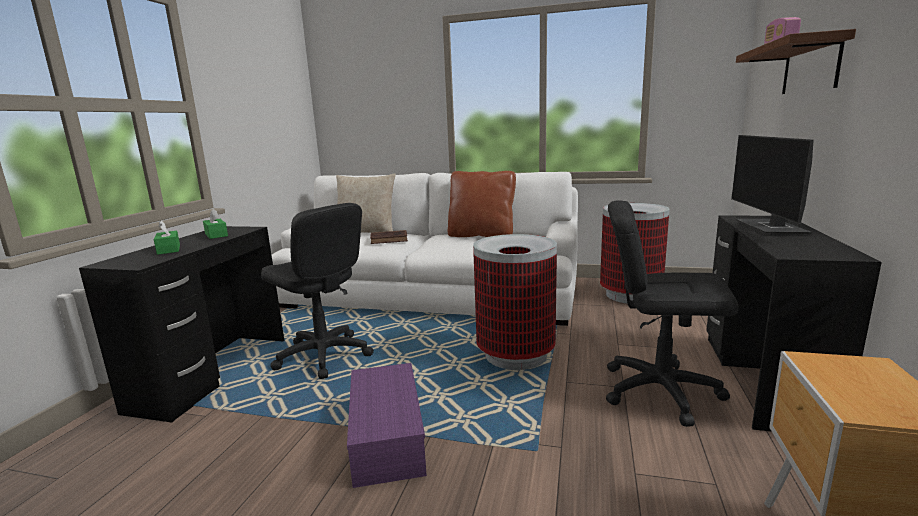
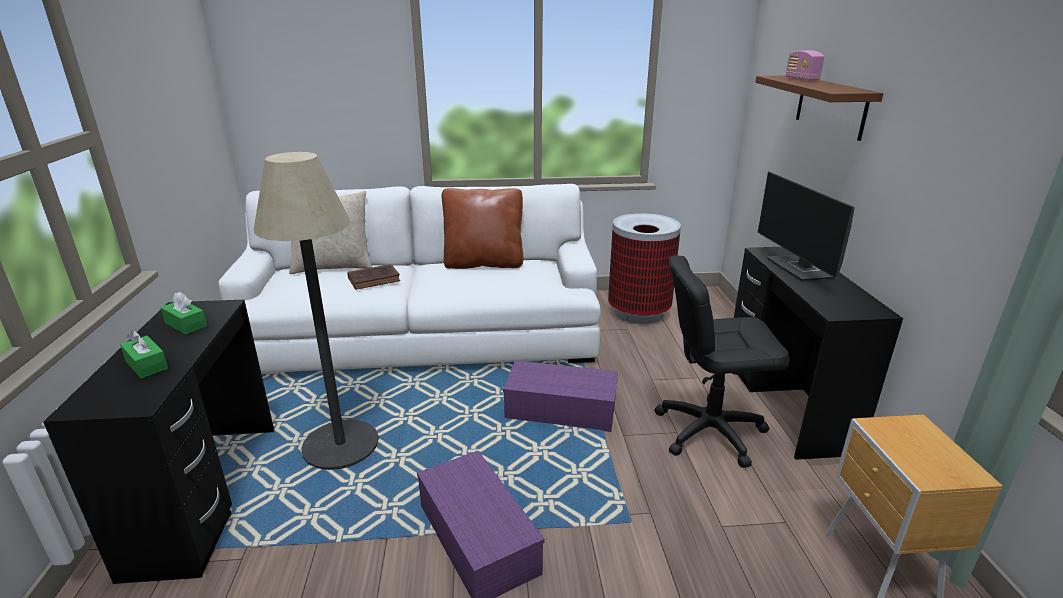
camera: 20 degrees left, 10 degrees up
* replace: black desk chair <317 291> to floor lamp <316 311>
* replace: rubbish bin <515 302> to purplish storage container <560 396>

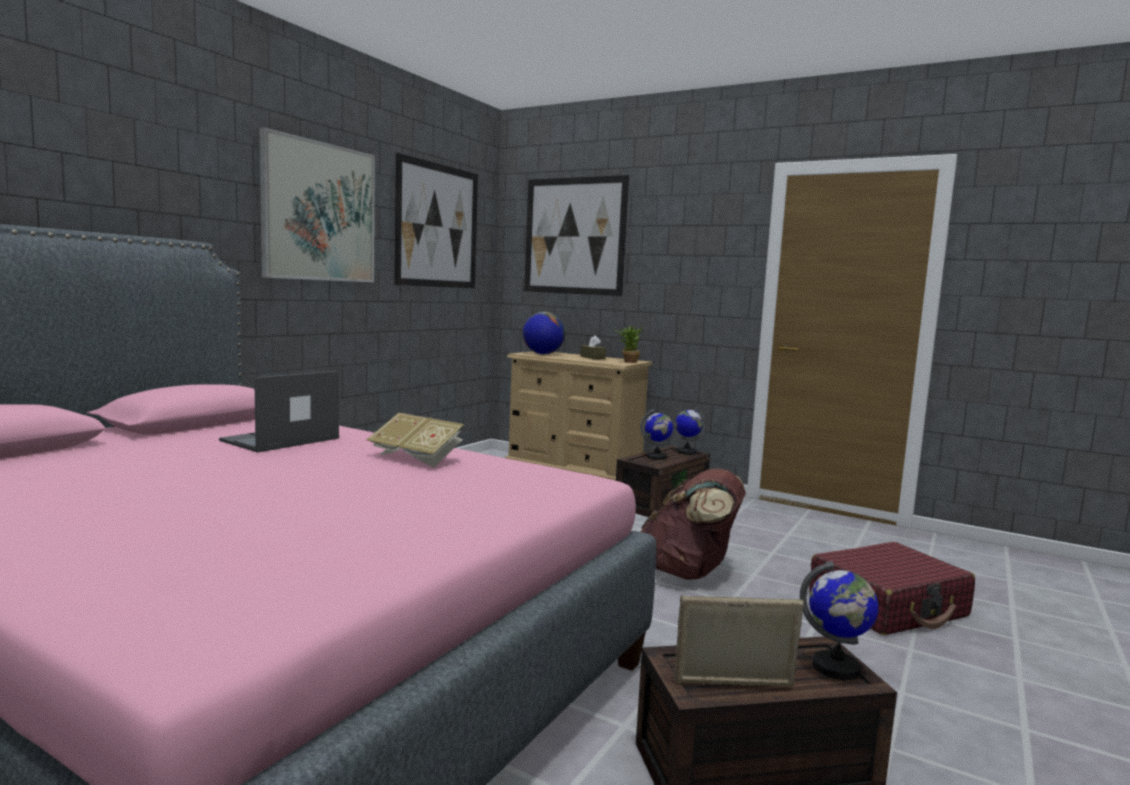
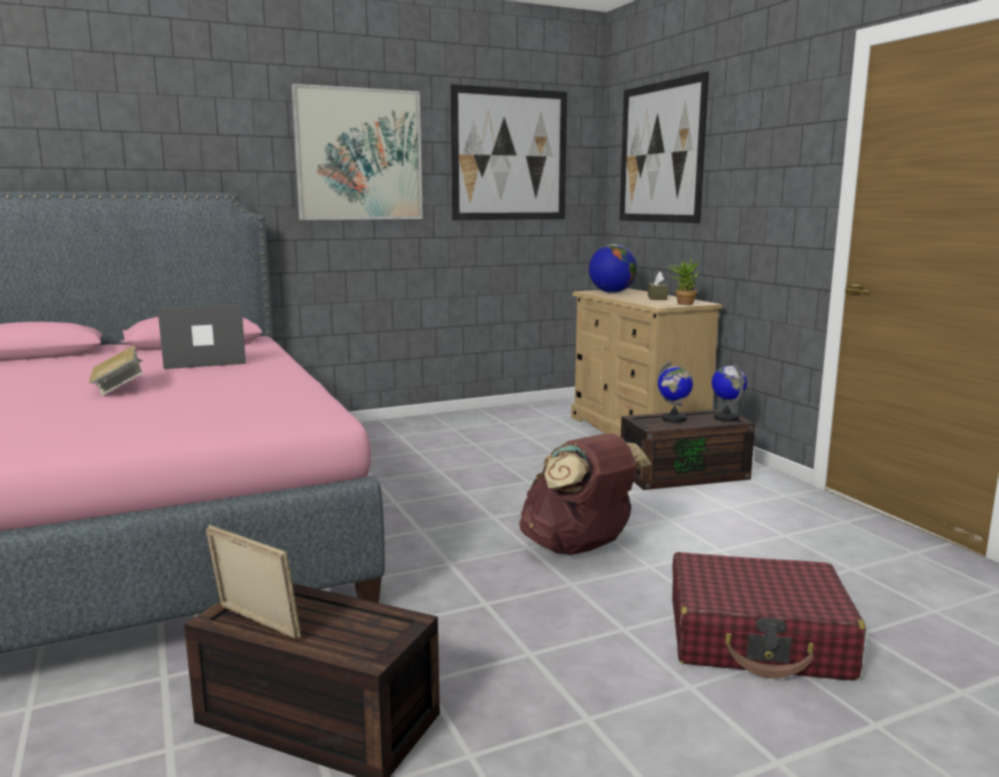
camera: 35 degrees right, 5 degrees up
* delete: desk globe <839 620>
* move: book <415 440> to <116 370>

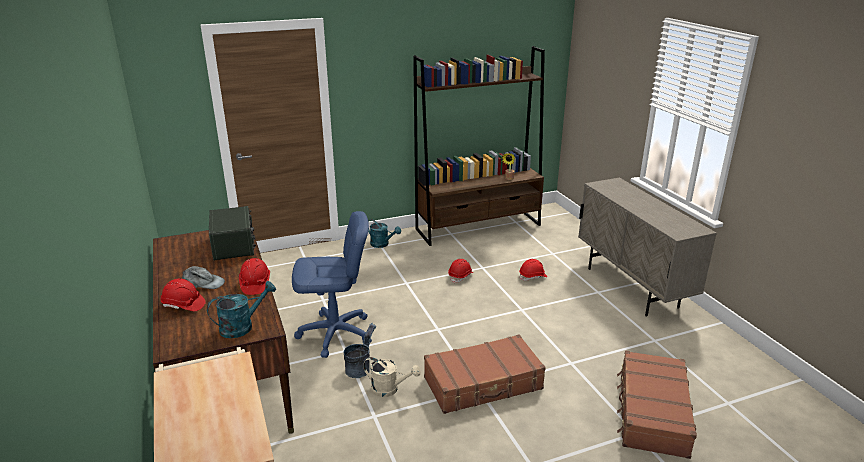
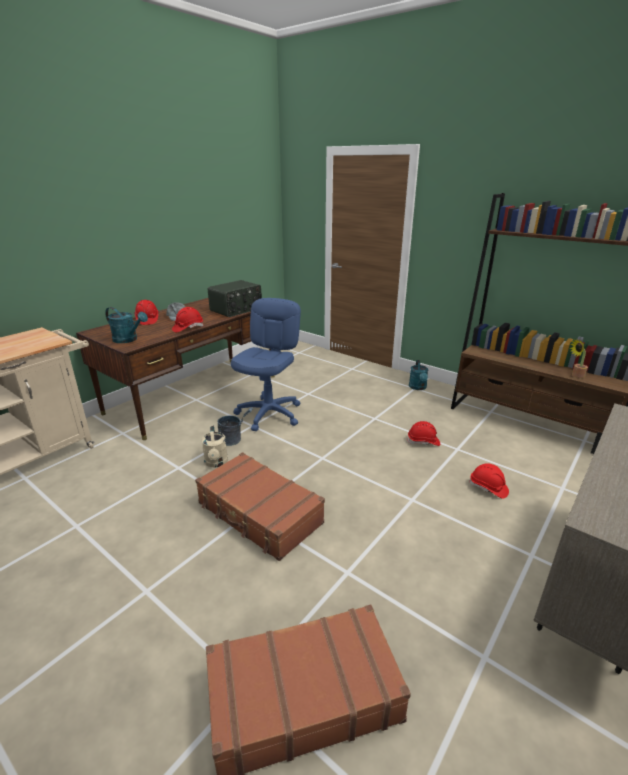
camera: 60 degrees right, 0 degrees up
* rotate: blue desk chair <332 284> = <266 364> 120 degrees counterclockwise

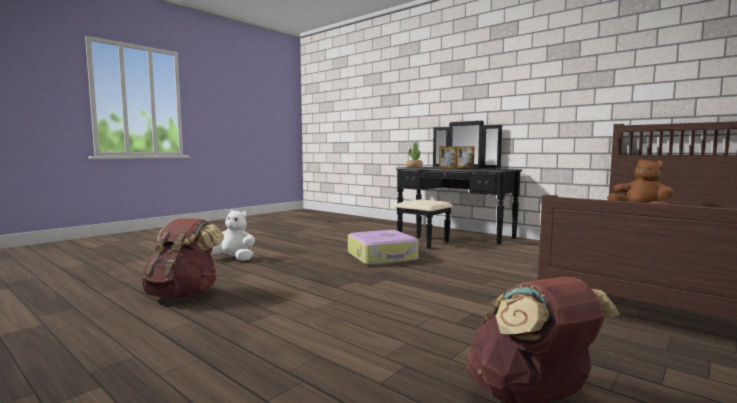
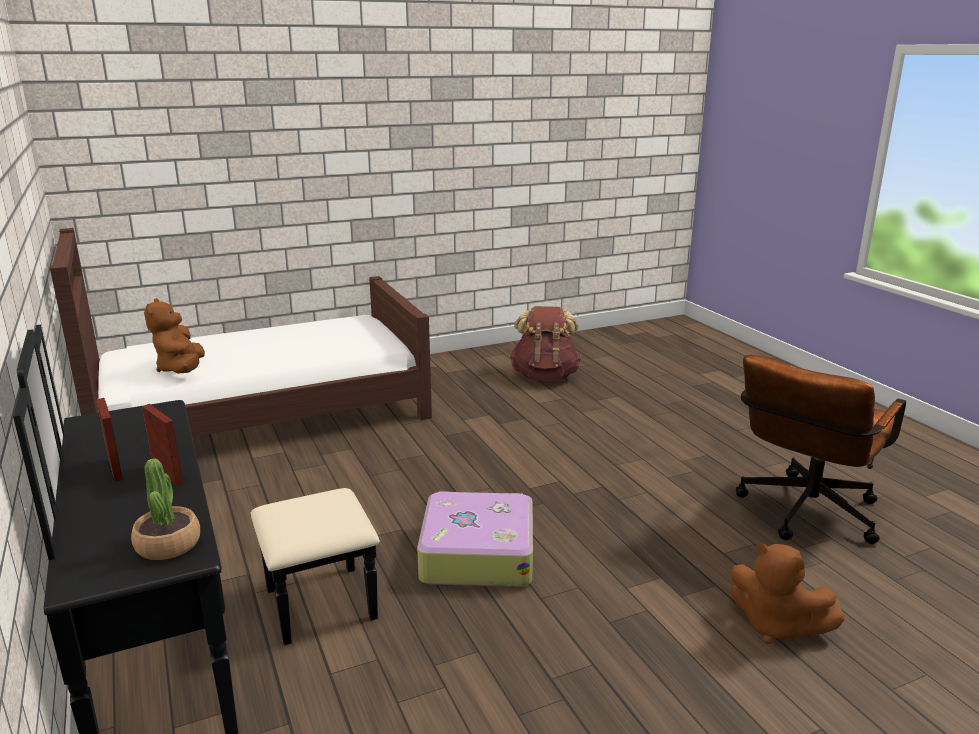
camera: 155 degrees left, 15 degrees up
* replace: brownish backpack <183 258> to brownish desk chair <821 449>
* recolor: white plush toy <232 235> to brownish plush toy <787 593>

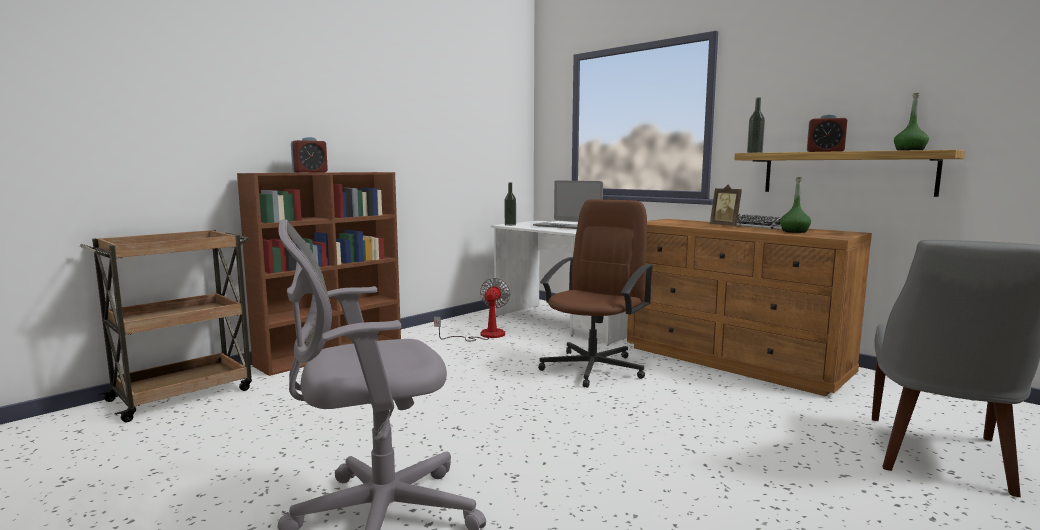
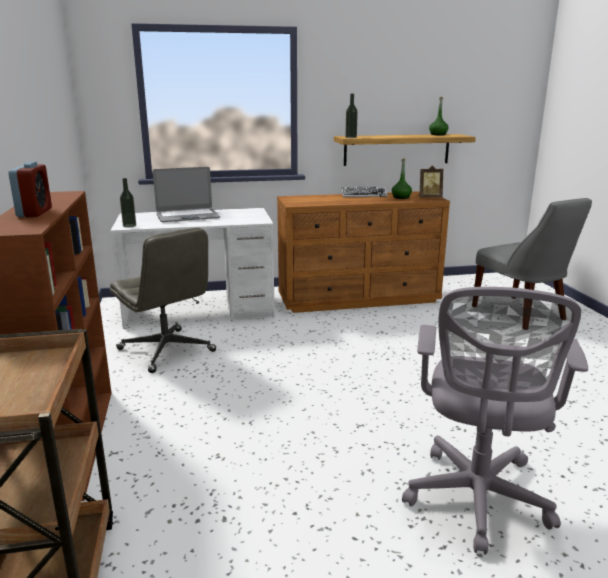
camera: 55 degrees left, 10 degrees up
* delete: brownish desk chair <596 293>
* delete: table clock <827 133>
* move: photo frame <726 206> to <431 182>
* replace: fan <472 309> to grey desk chair <163 300>

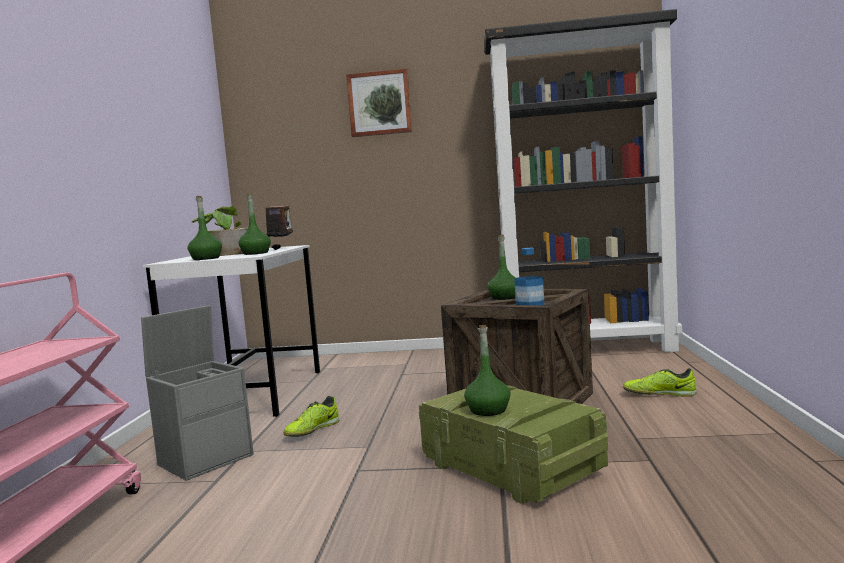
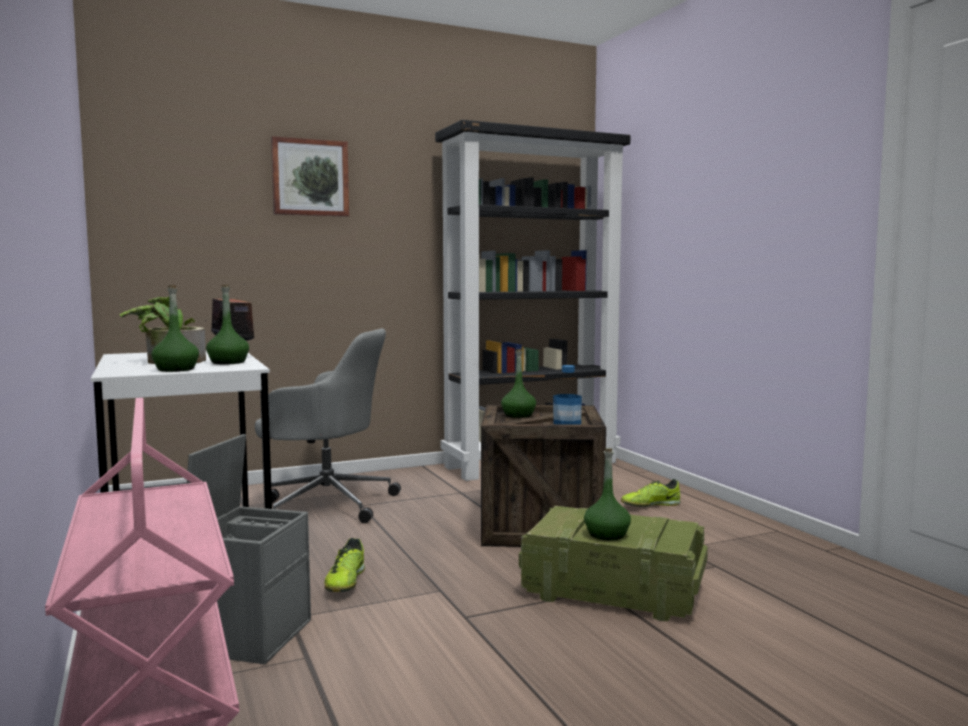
camera: 30 degrees left, 0 degrees up
* insert: grey desk chair <328 425>

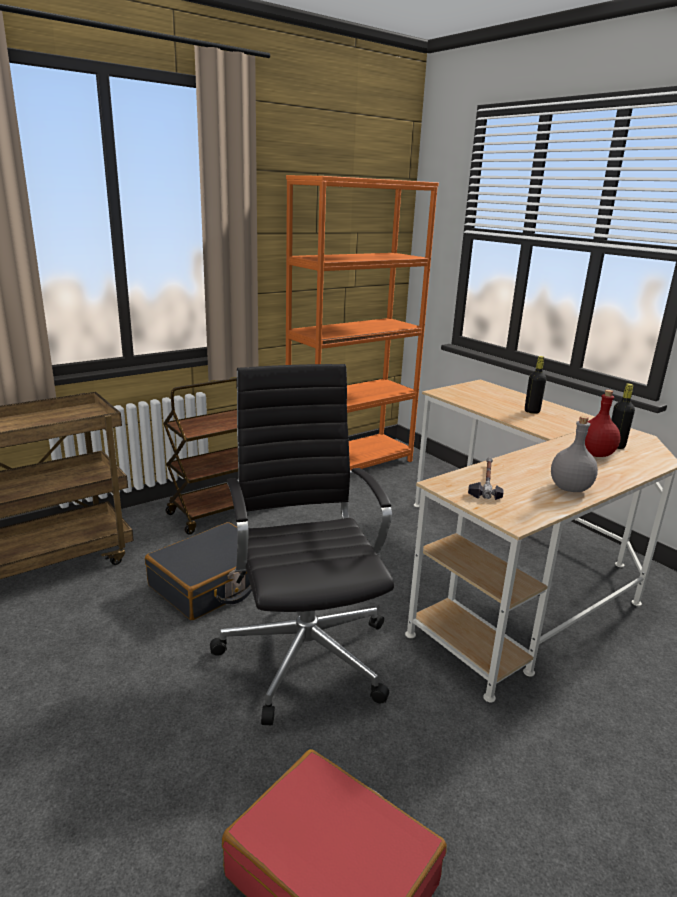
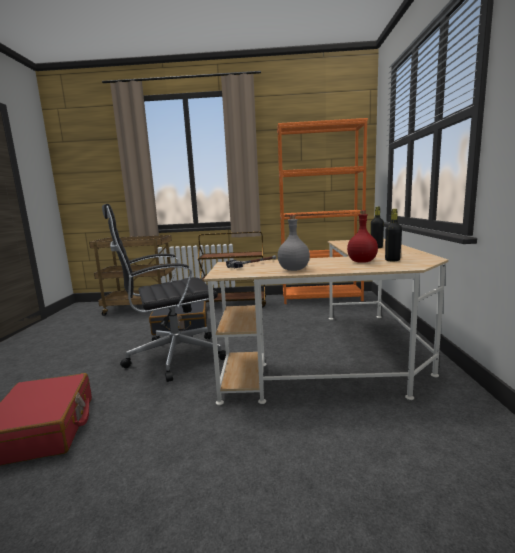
camera: 40 degrees right, 10 degrees down
* rotate: black desk chair <302 544> = <164 293> 135 degrees counterclockwise

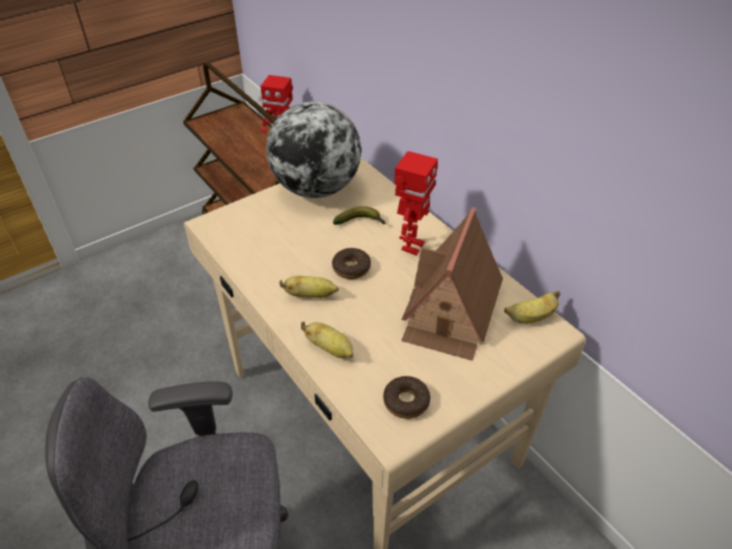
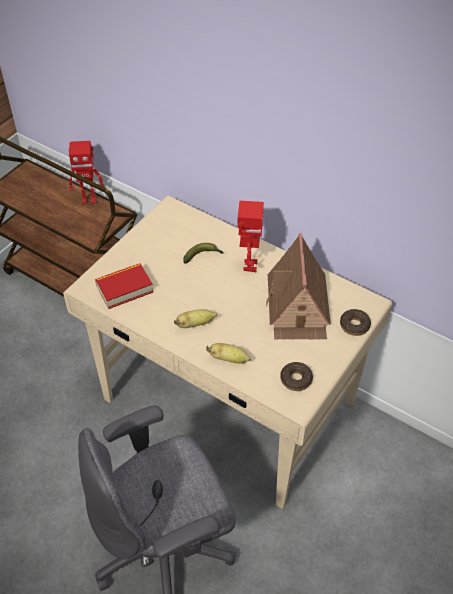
camera: 20 degrees left, 5 degrees up
* delete: desk globe <313 149>
* delete: banana <532 307>
* insert: book <124 286>
* move: ring doughnut <351 263> to <355 322>

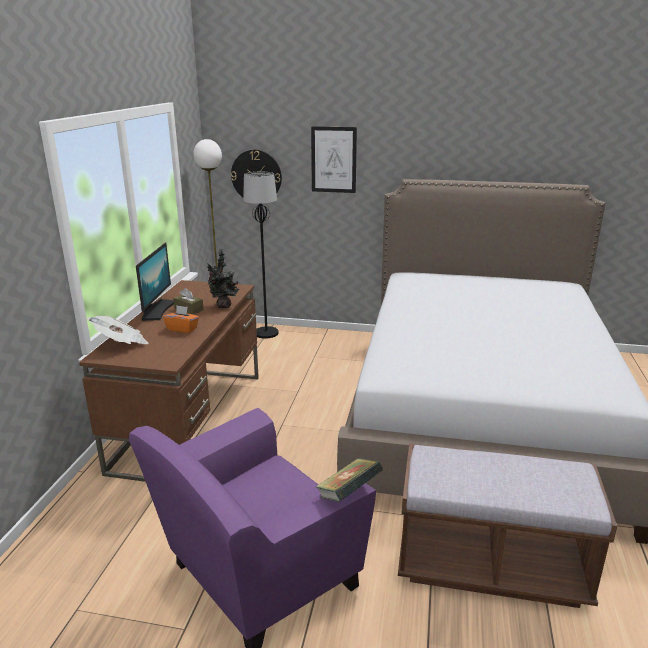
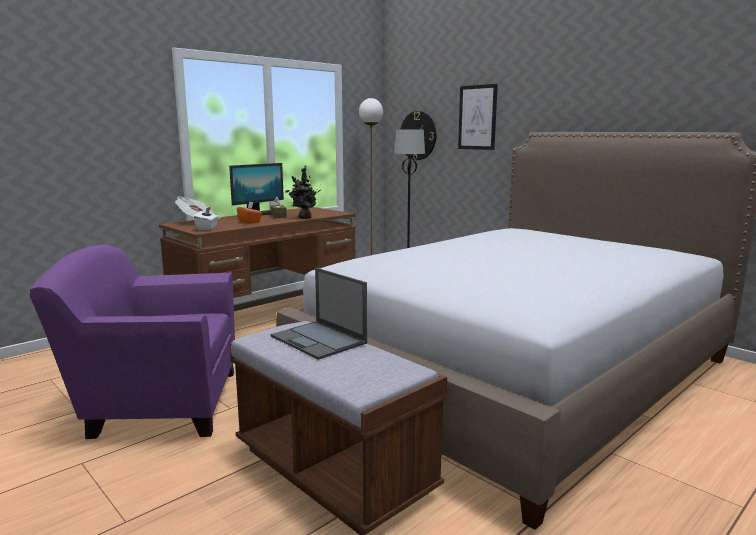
camera: 35 degrees right, 10 degrees down
* delete: book <349 480>
* insert: white box of tissues <206 218>
* insert: notebook computer <319 314>

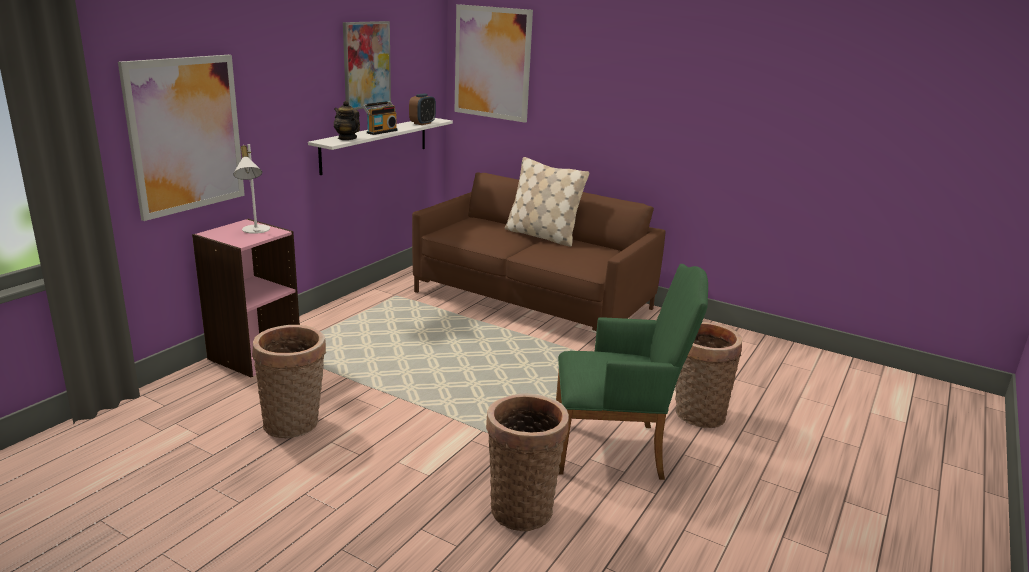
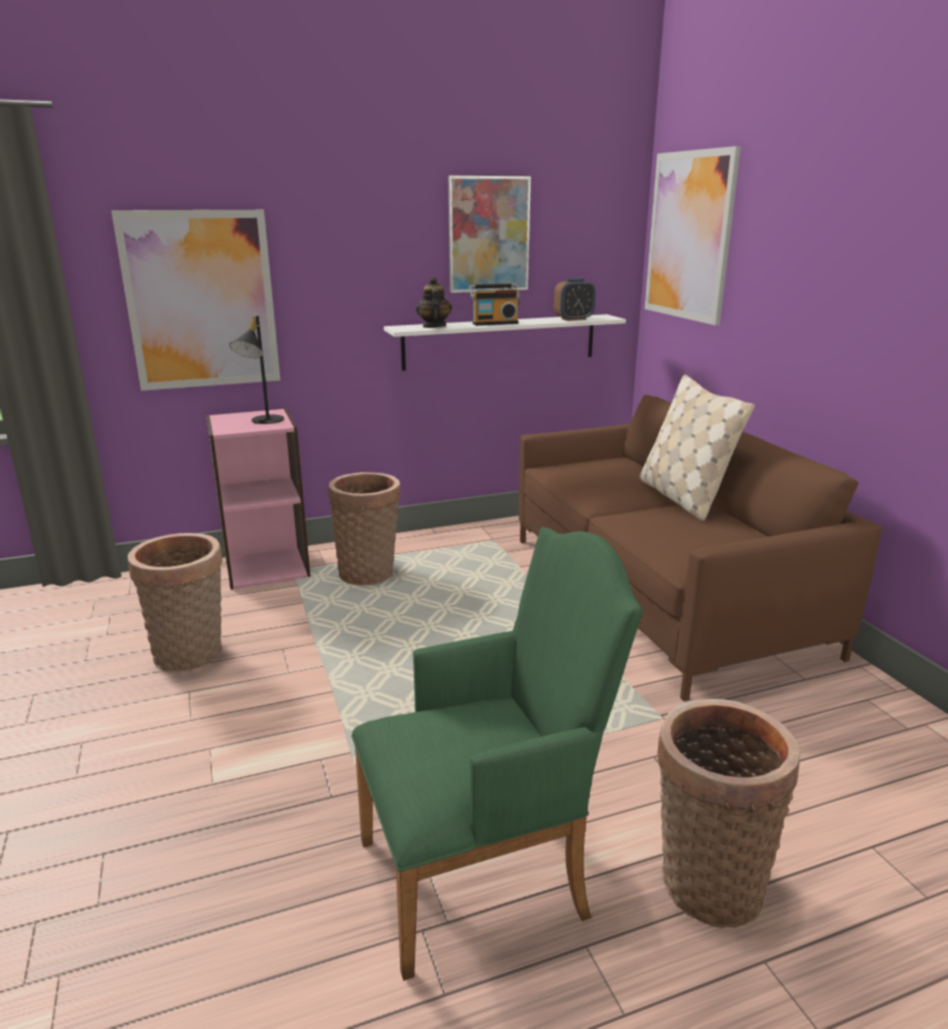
camera: 40 degrees right, 0 degrees up
* move: storage basket <527 462> to <364 528>
* recolor: white tabletop lamp <251 189> to black tabletop lamp <256 370>
* rotate: green-coloured easy chair <632 372> = <497 754> 60 degrees counterclockwise

